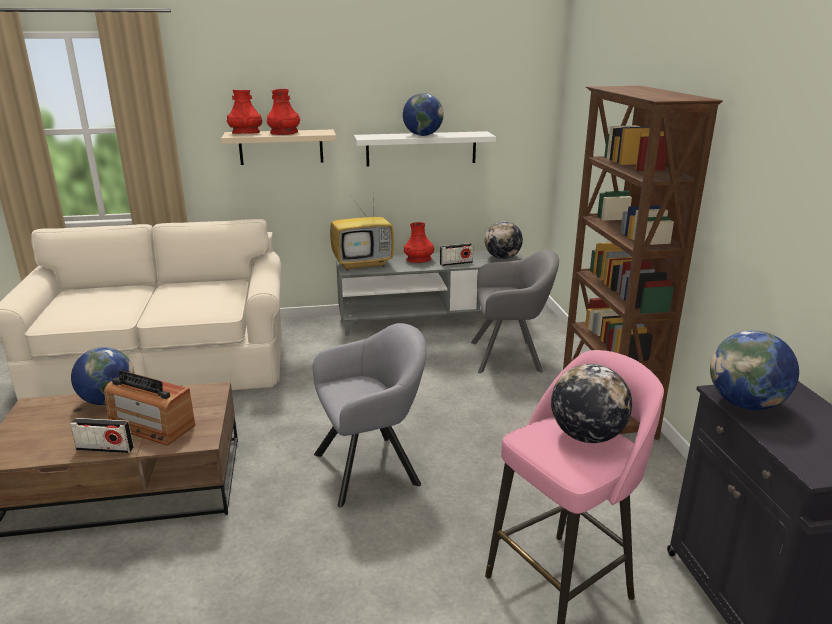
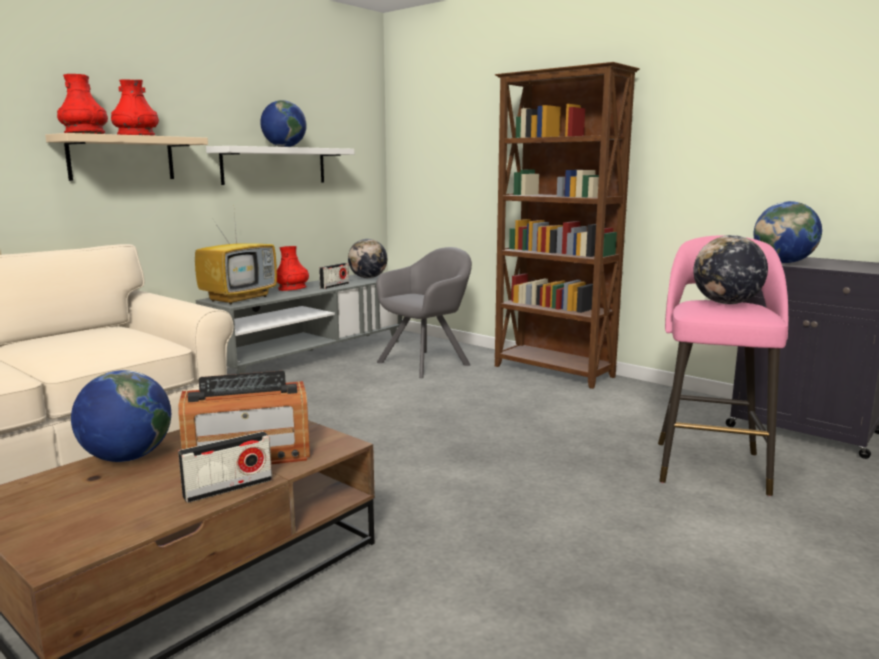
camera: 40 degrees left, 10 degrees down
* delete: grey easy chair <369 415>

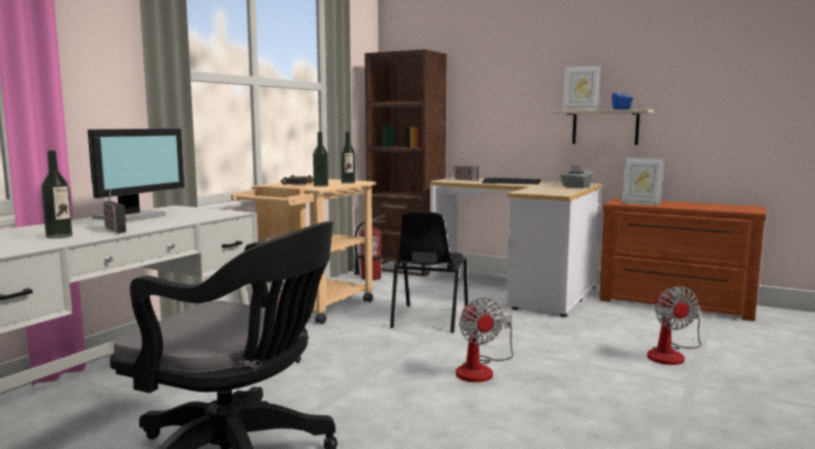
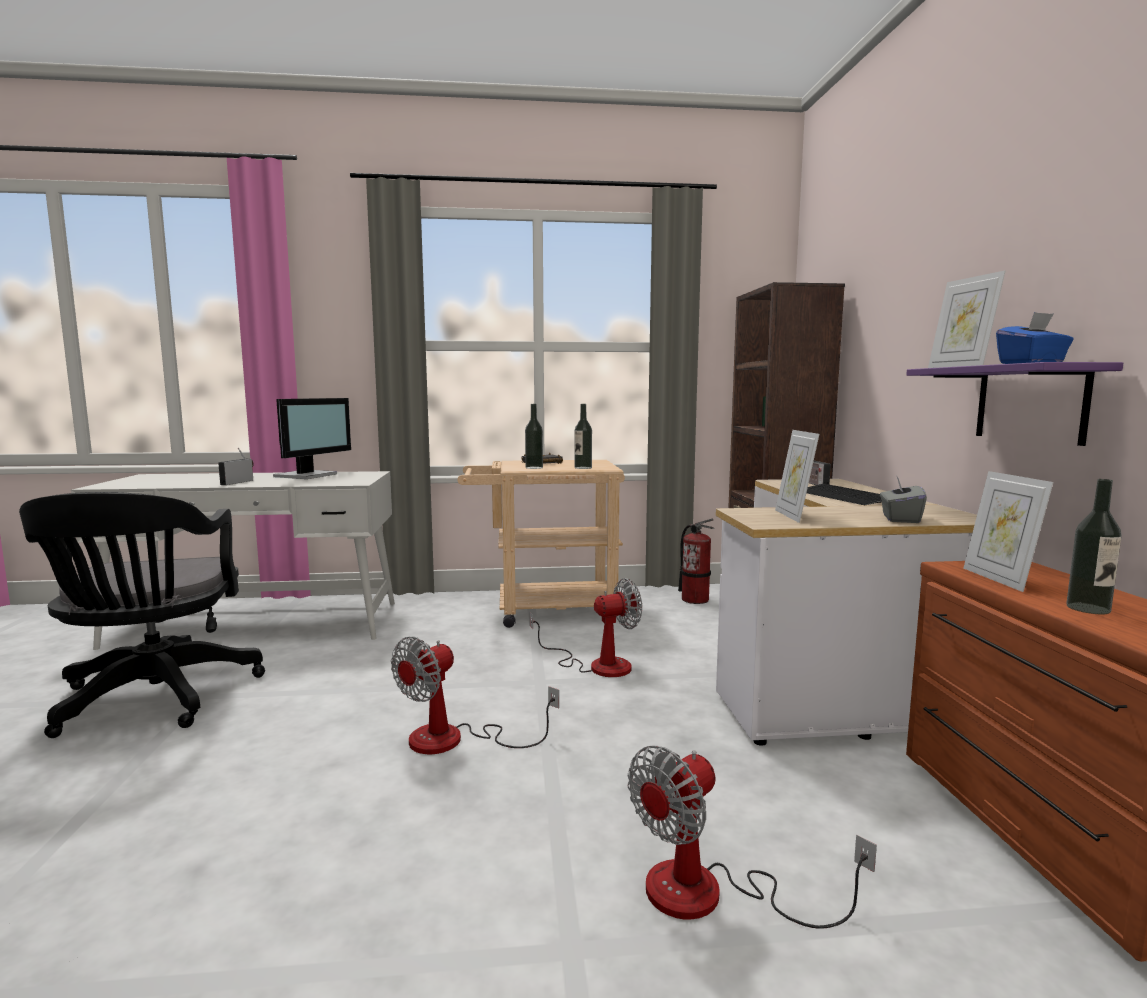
camera: 55 degrees right, 0 degrees up
* insert: photo frame <797 476>
* move: beverage bottle <56 194> to <1094 546>
* replace: black chair <429 272> to fan <586 627>
* recolor: sand-coloured shelf <603 127> to purplish shelf <1014 404>
* rotate: monitor <136 175> = <312 438> 60 degrees counterclockwise

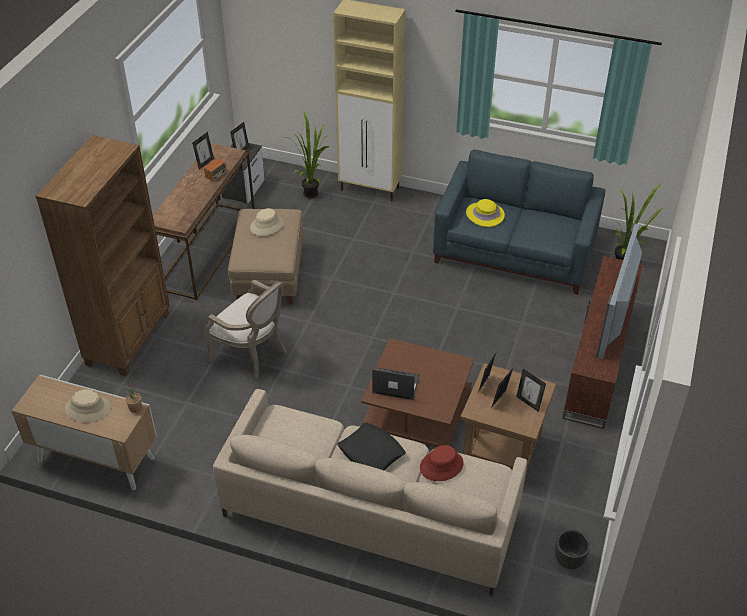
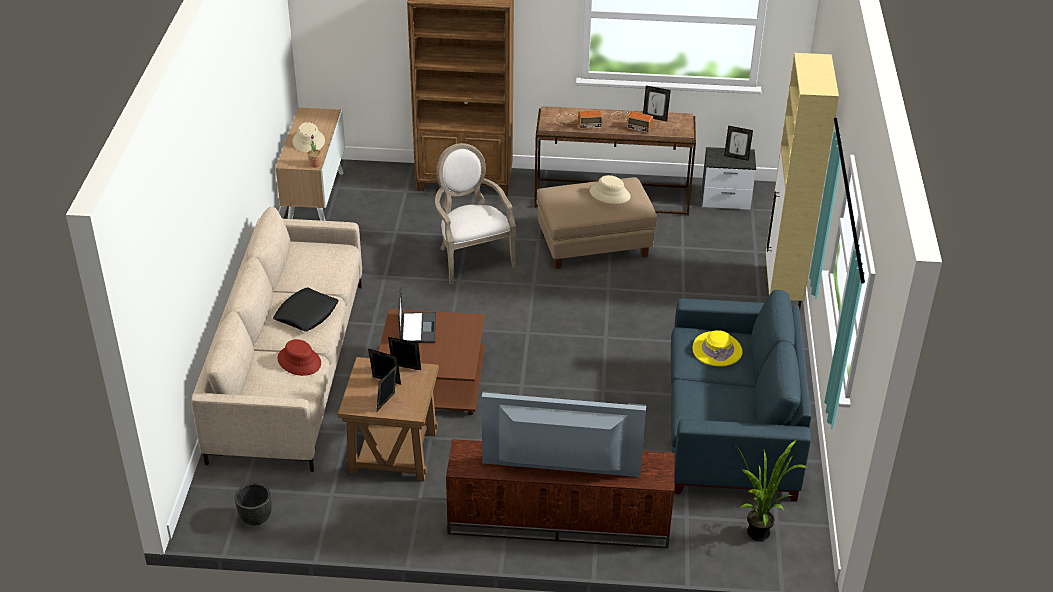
camera: 75 degrees right, 5 degrees down
* delete: houseplant <307 155>
* insert: radio receiver <579 119>
* rotate: easy chair <245 329> = <475 214> 135 degrees clockwise

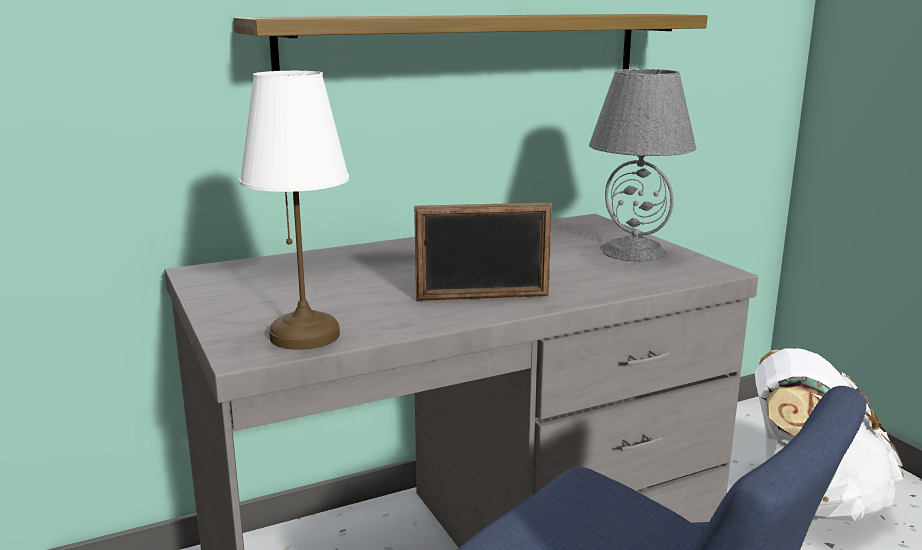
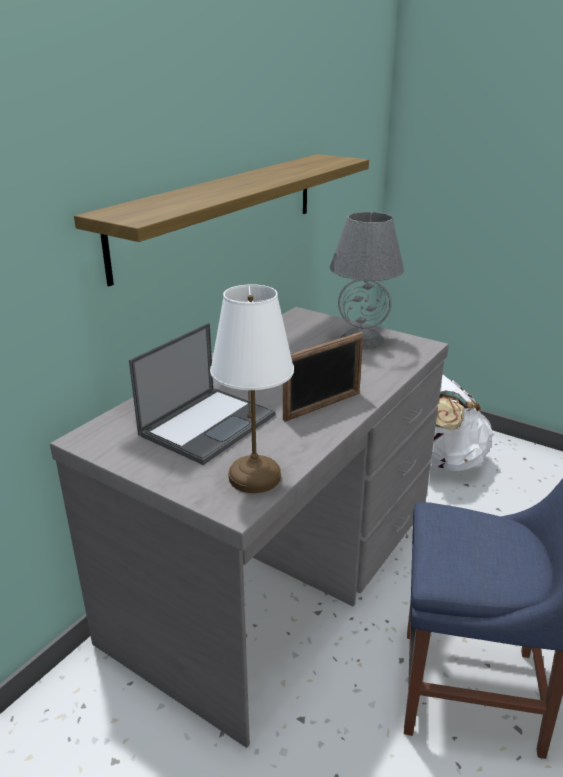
camera: 30 degrees left, 10 degrees up
* insert: notebook computer <202 394>

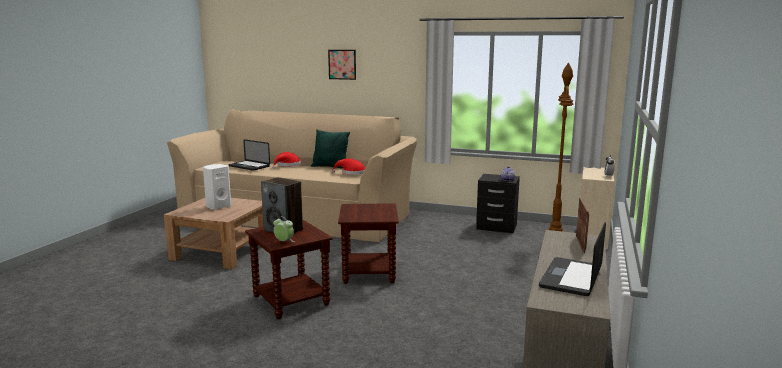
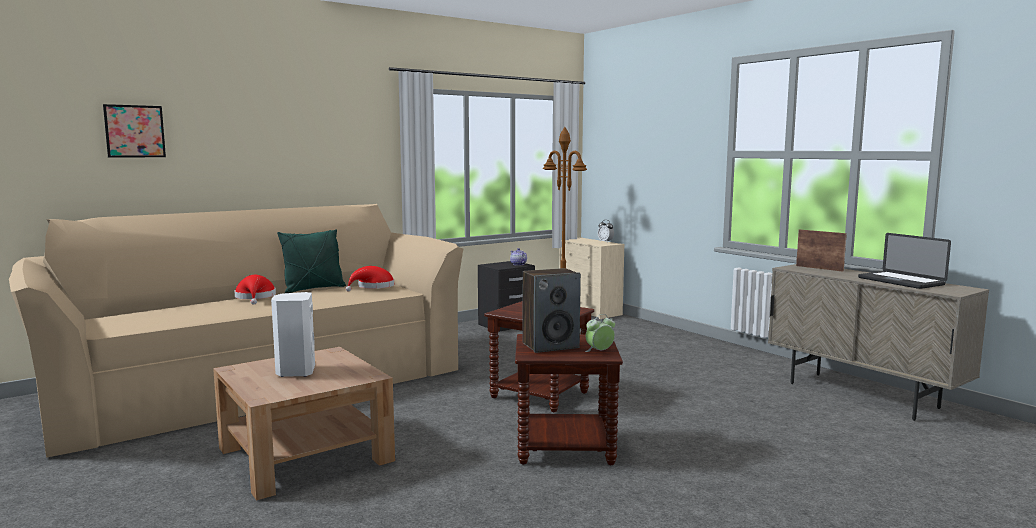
camera: 55 degrees left, 5 degrees down
* delete: notebook computer <249 155>
* move: wall art <342 65> to <134 131>

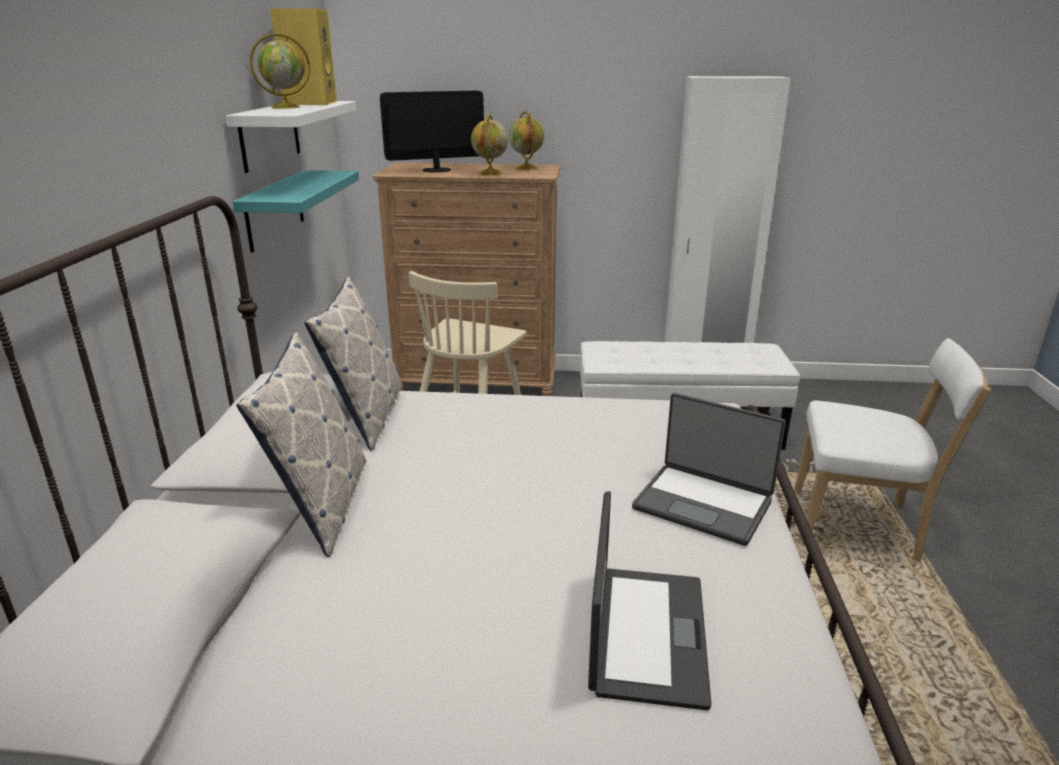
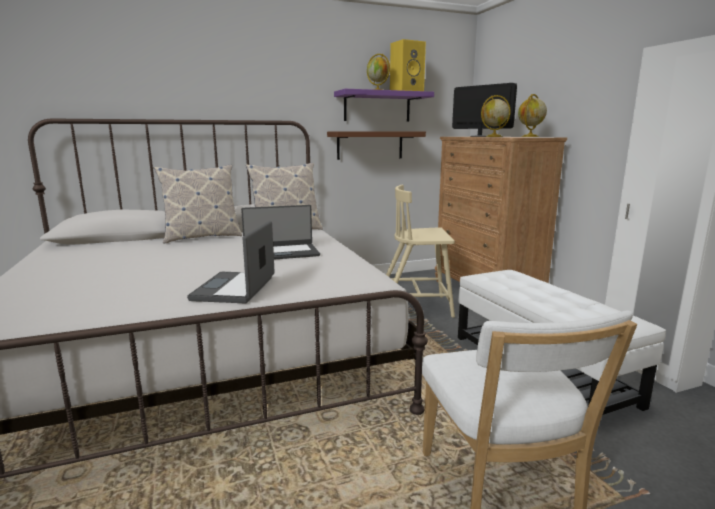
camera: 65 degrees right, 10 degrees down
* move: notebook computer <650 600> to <280 232>
* recolor: white shelf <291 137> to purplish shelf <384 105>
* recolor: blue-green shelf <295 211> to brownish shelf <376 145>

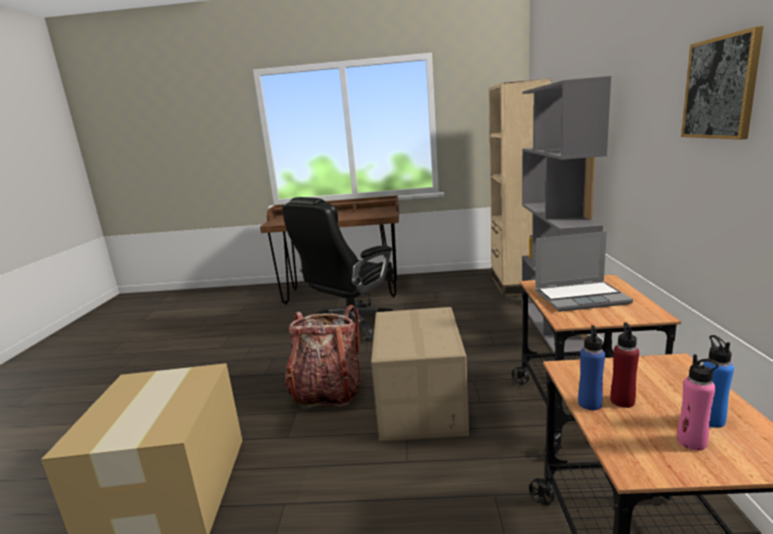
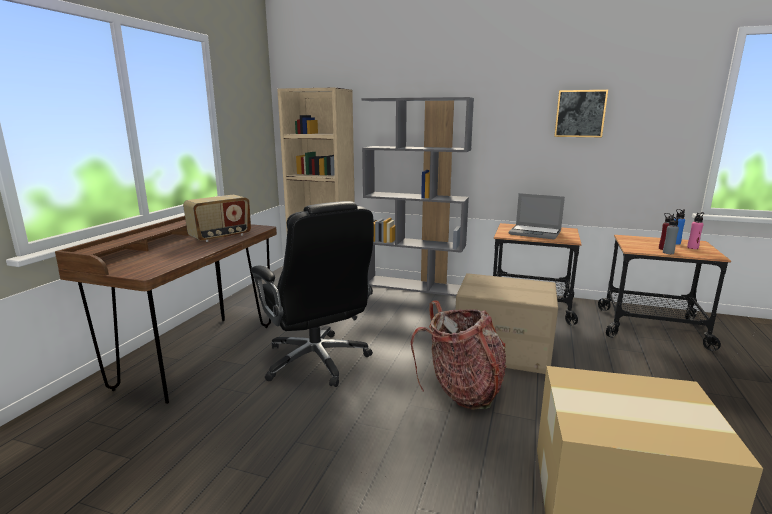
camera: 75 degrees left, 0 degrees up
* insert: radio receiver <217 218>
* recolor: blue beverage bottle <591 367> to grey beverage bottle <671 235>
* rotate: notebook computer <584 271> = <537 216> 105 degrees clockwise

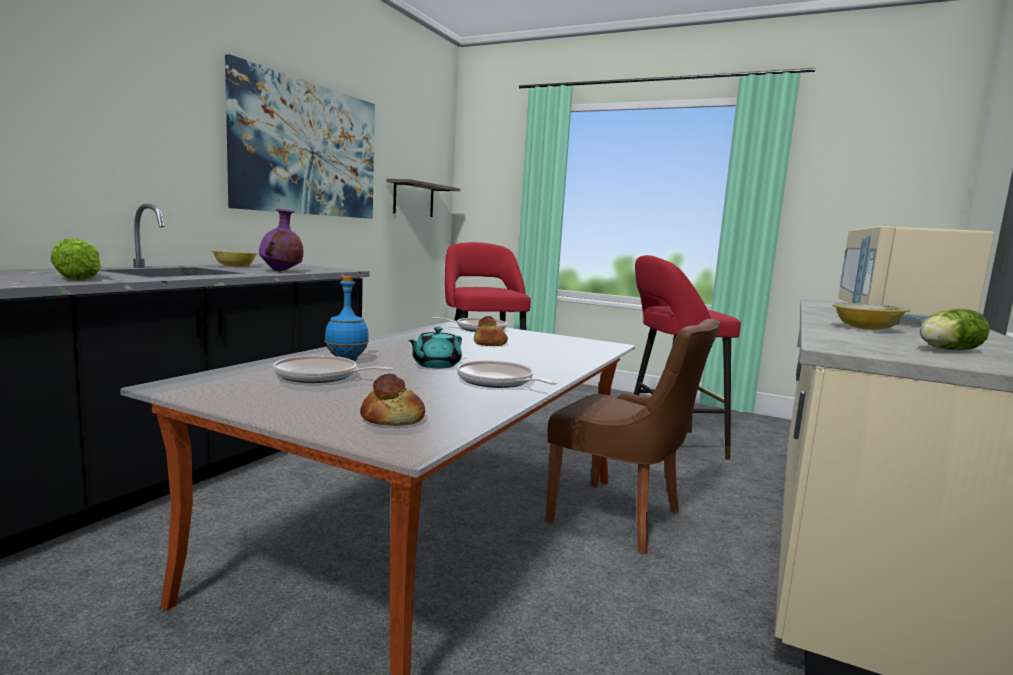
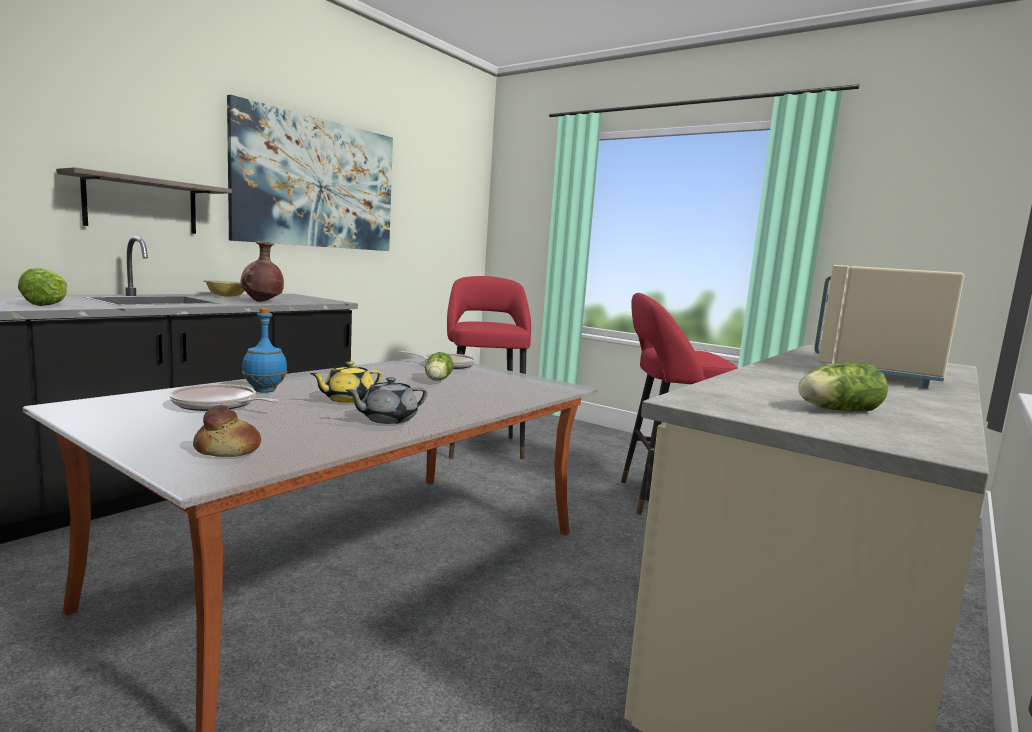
camera: 10 degrees right, 0 degrees up
* delete: brownish chair <633 436>
* delete: serving bowl <871 316>
* move: shelf <423 198> to <144 200>
* replace: skillet <507 374> to grey pot for tea <387 400>
* replace: bread <491 331> to lettuce <439 366>
* recolor: purplish vase <281 240> to brownish vase <262 271>
* recolor: blue-green pot for tea <435 347> to yellow pot for tea <346 382>

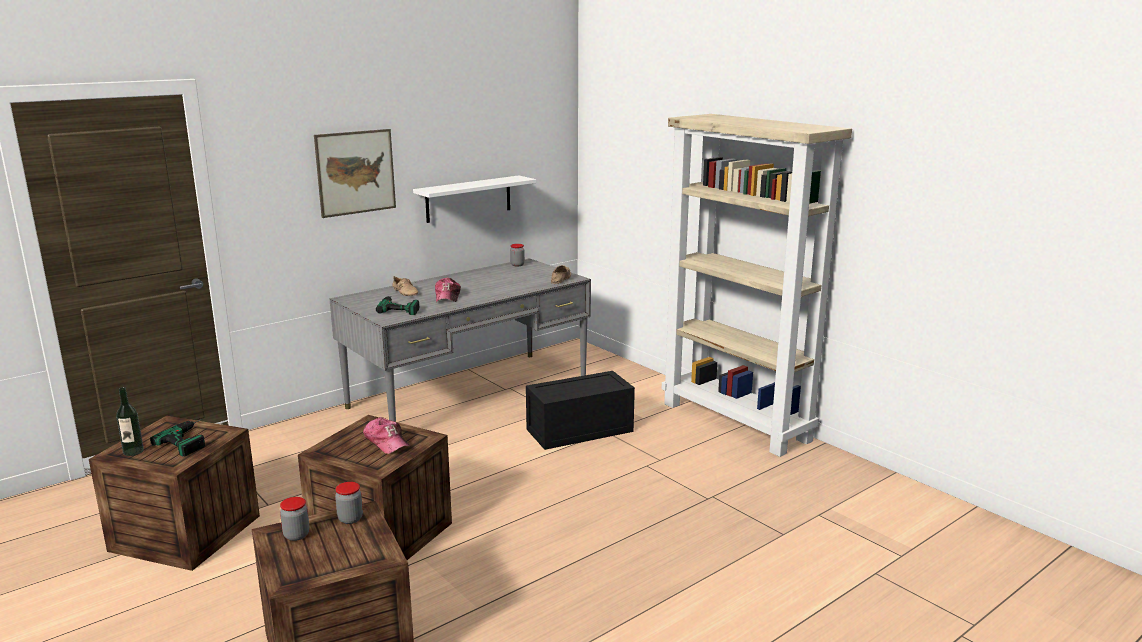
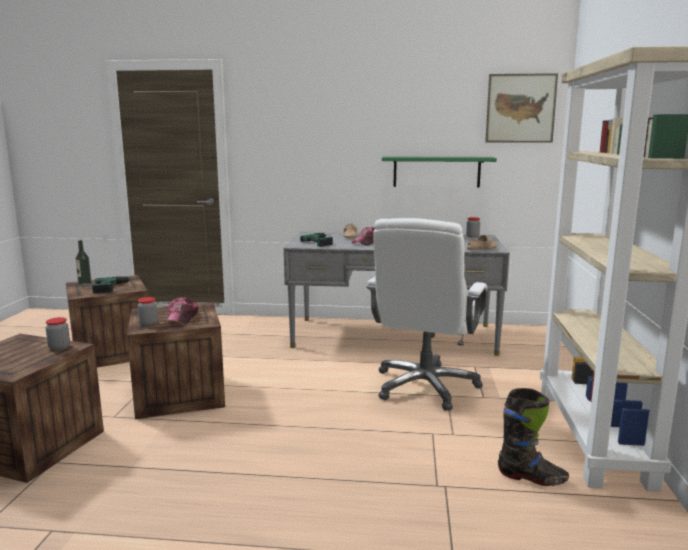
camera: 45 degrees right, 5 degrees down
* insert: black high-top boot <533 437>
* move: jar <295 519> to <148 311>
* move: wall art <355 173> to <521 108>
* replace: black storage container <580 410> to white desk chair <426 314>
* recolor: white shelf <474 199> to green-coloured shelf <439 172>

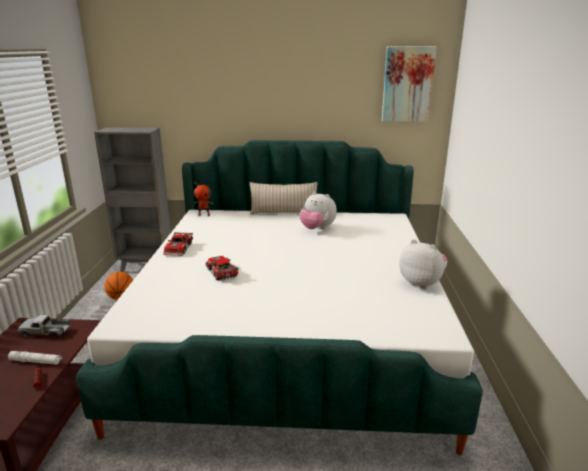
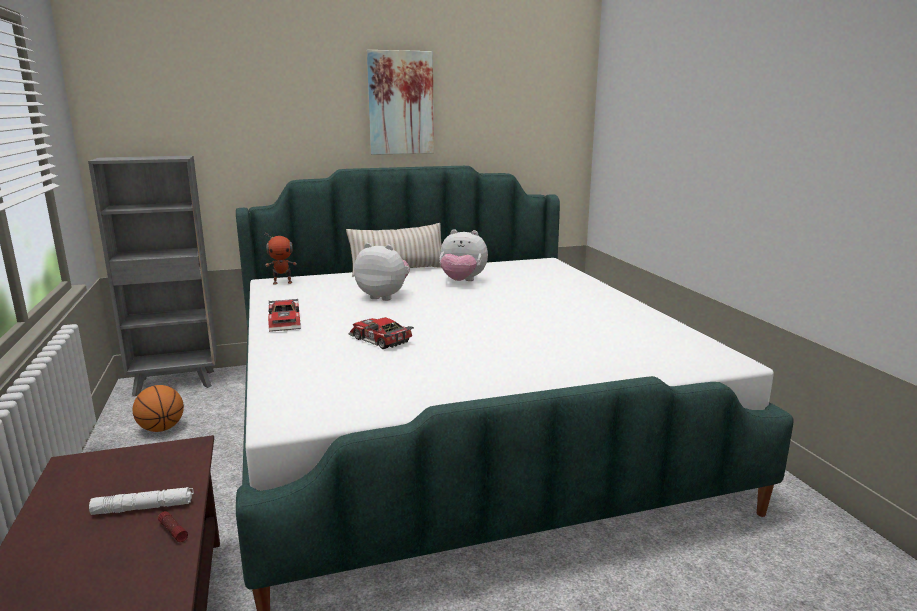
camera: 20 degrees left, 5 degrees down
* delete: toy truck <44 326>
* move: wall art <409 84> to <400 102>
* move: plush toy <423 264> to <382 272>

